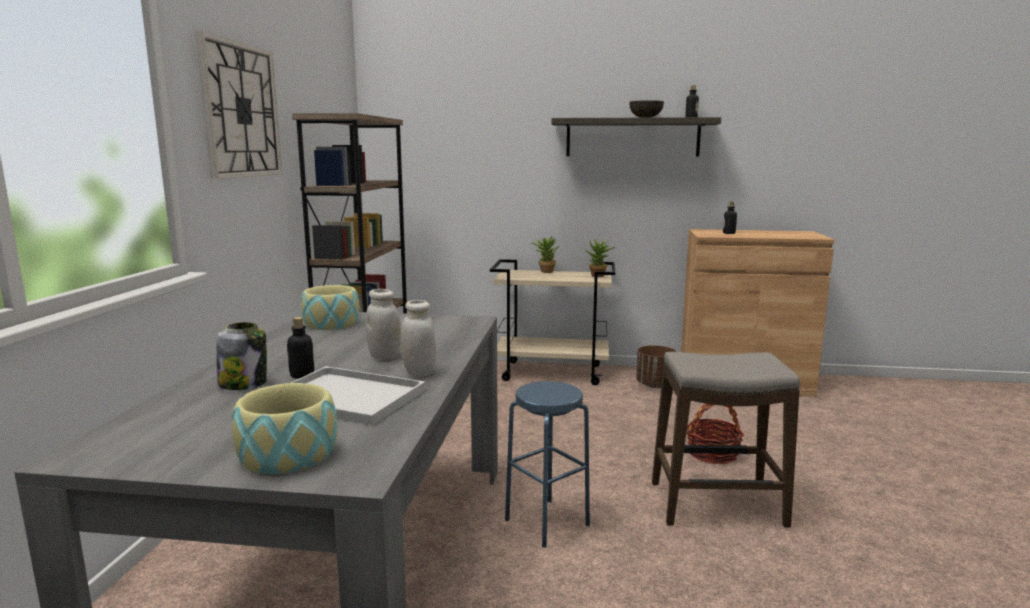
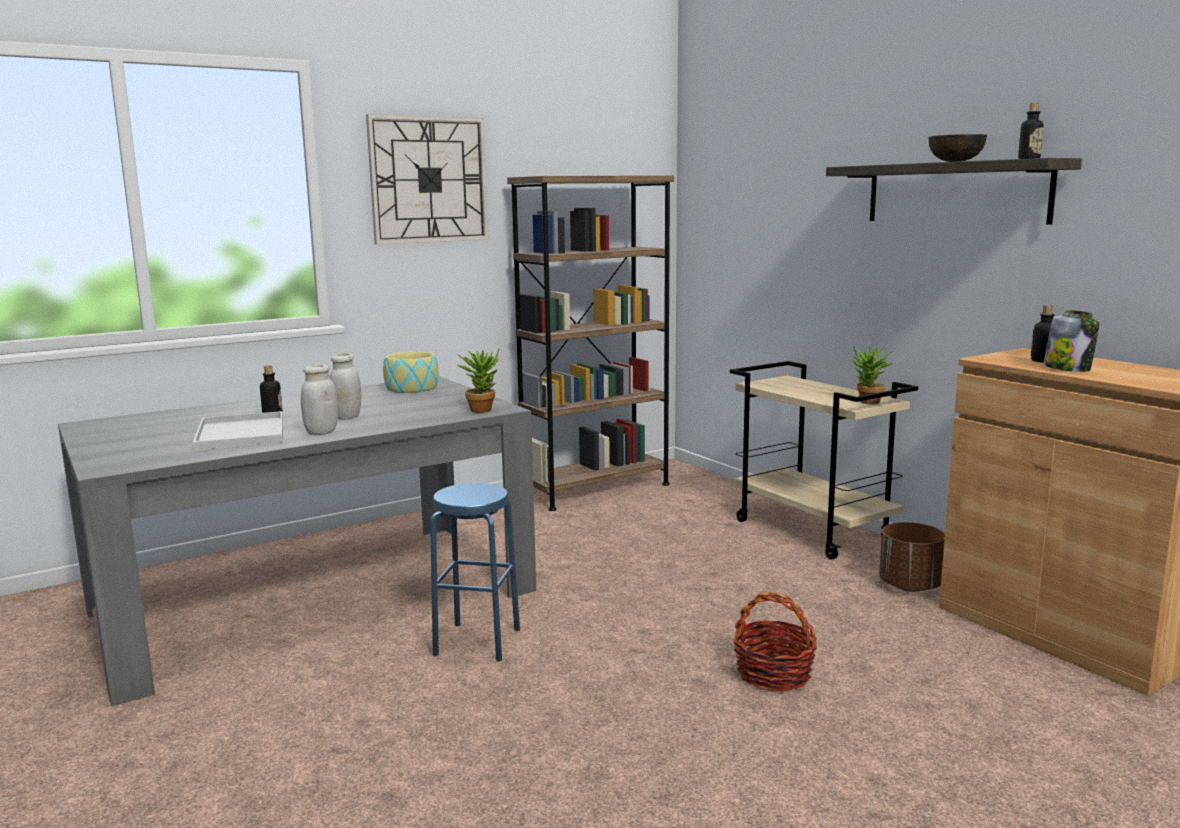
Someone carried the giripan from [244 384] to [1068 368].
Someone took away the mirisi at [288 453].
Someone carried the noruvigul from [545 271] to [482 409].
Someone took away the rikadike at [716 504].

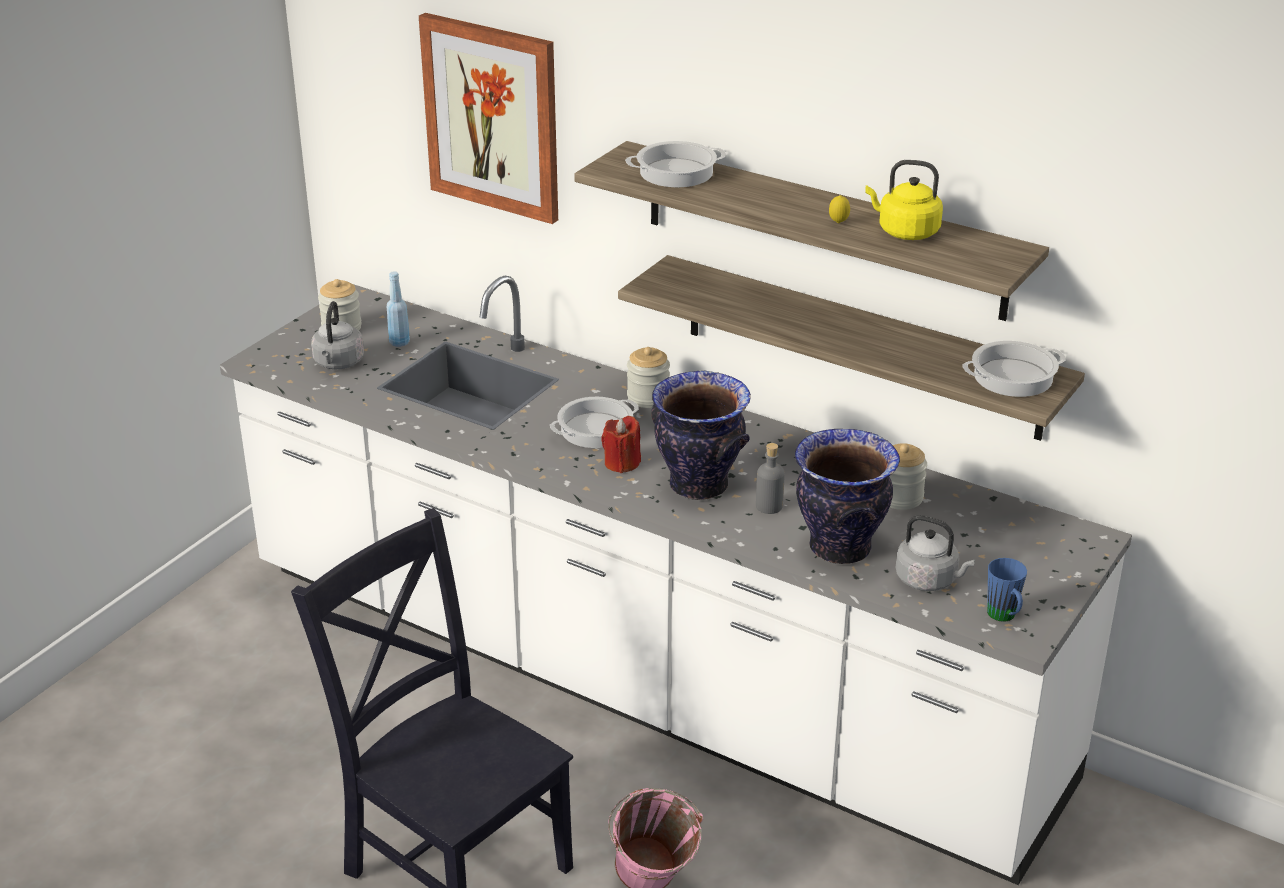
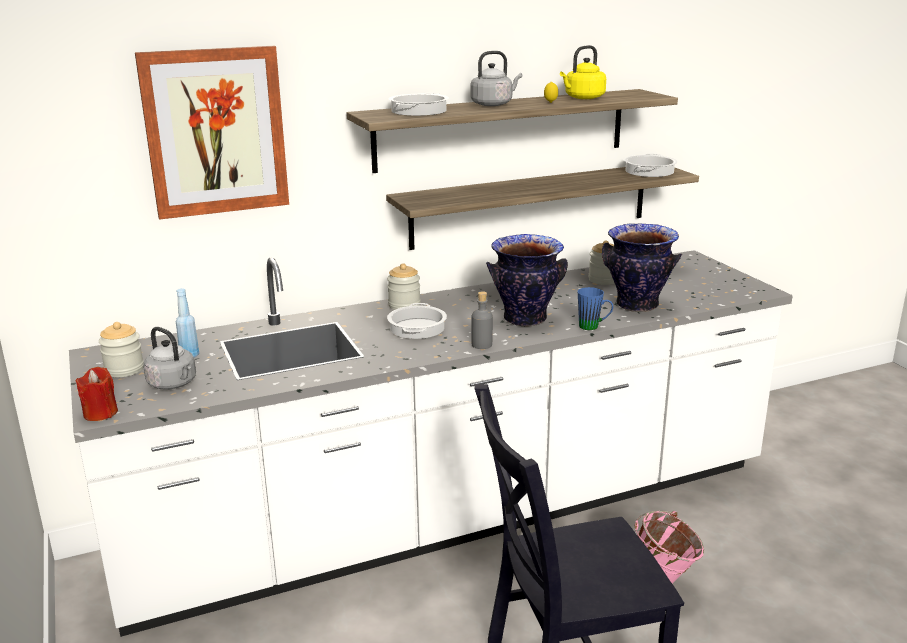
Someone carried the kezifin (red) from [622 463] to [100 413].
Someone carried the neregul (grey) from [769 506] to [481 345].
Someone carried the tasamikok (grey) from [929 580] to [493 104].
Someone carried the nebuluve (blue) from [1004 618] to [593 327].

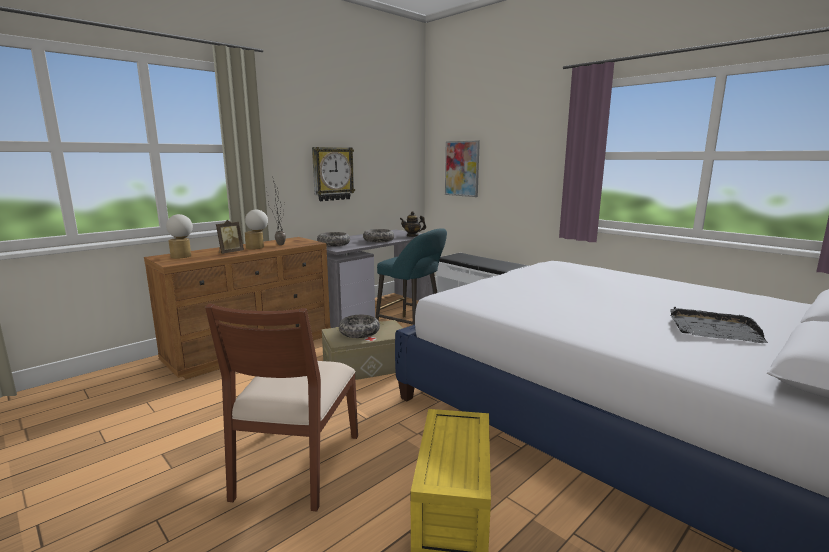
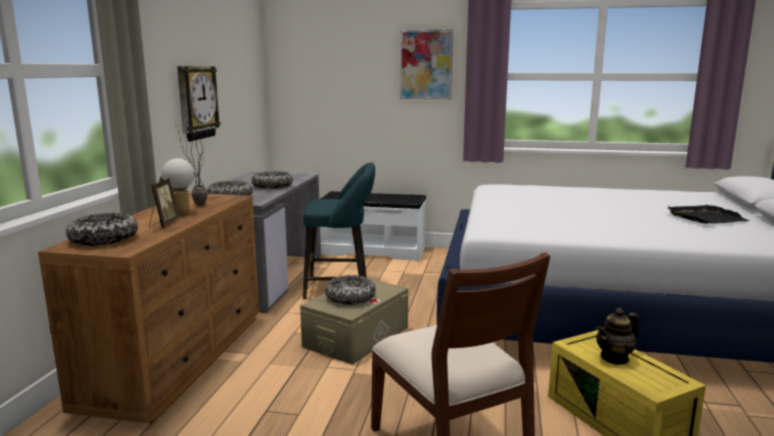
Someone swapped the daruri at [183 256] for the mirisi at [104 239].
Someone carried the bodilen from [412 235] to [615 358].
Someone carried the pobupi from [462 168] to [426 64].

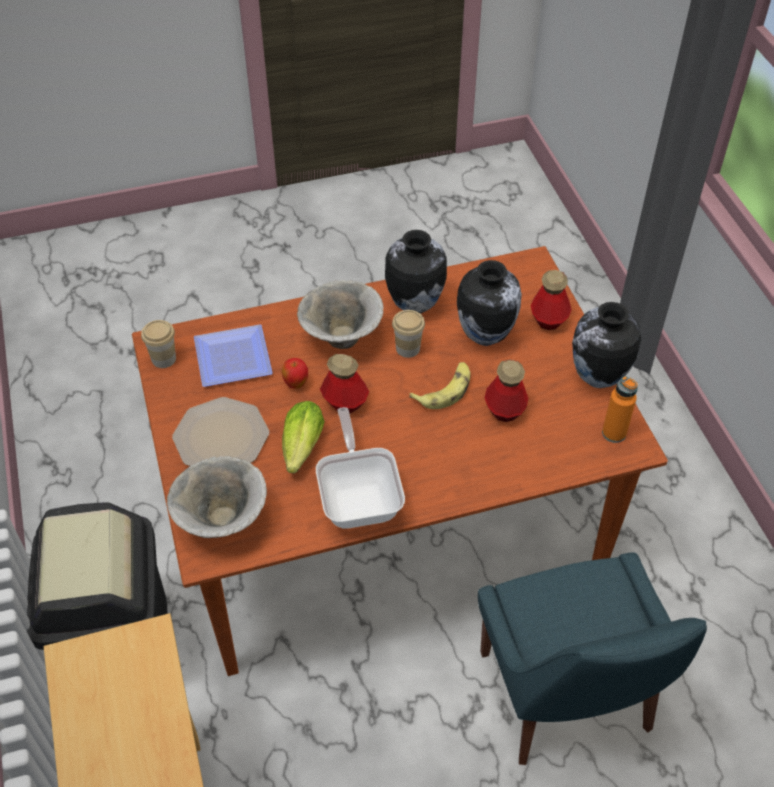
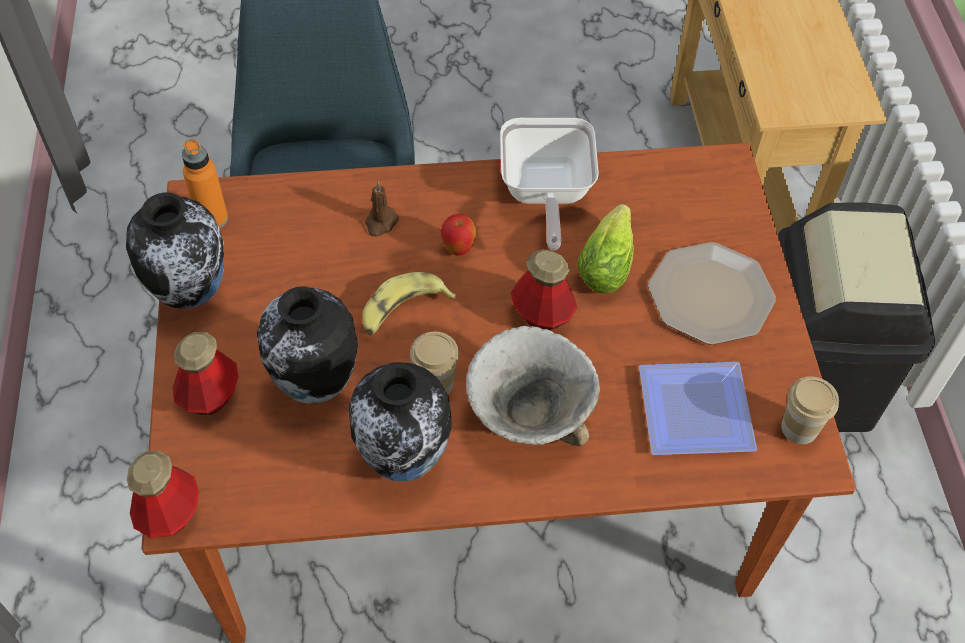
Someone took away the mirisi at [222 522].
Someone carried the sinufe from [296 384] to [458 249].
Someone carried the neregul from [504 410] to [170 514].
Someone put down the kezifin (brown) at [381 223].

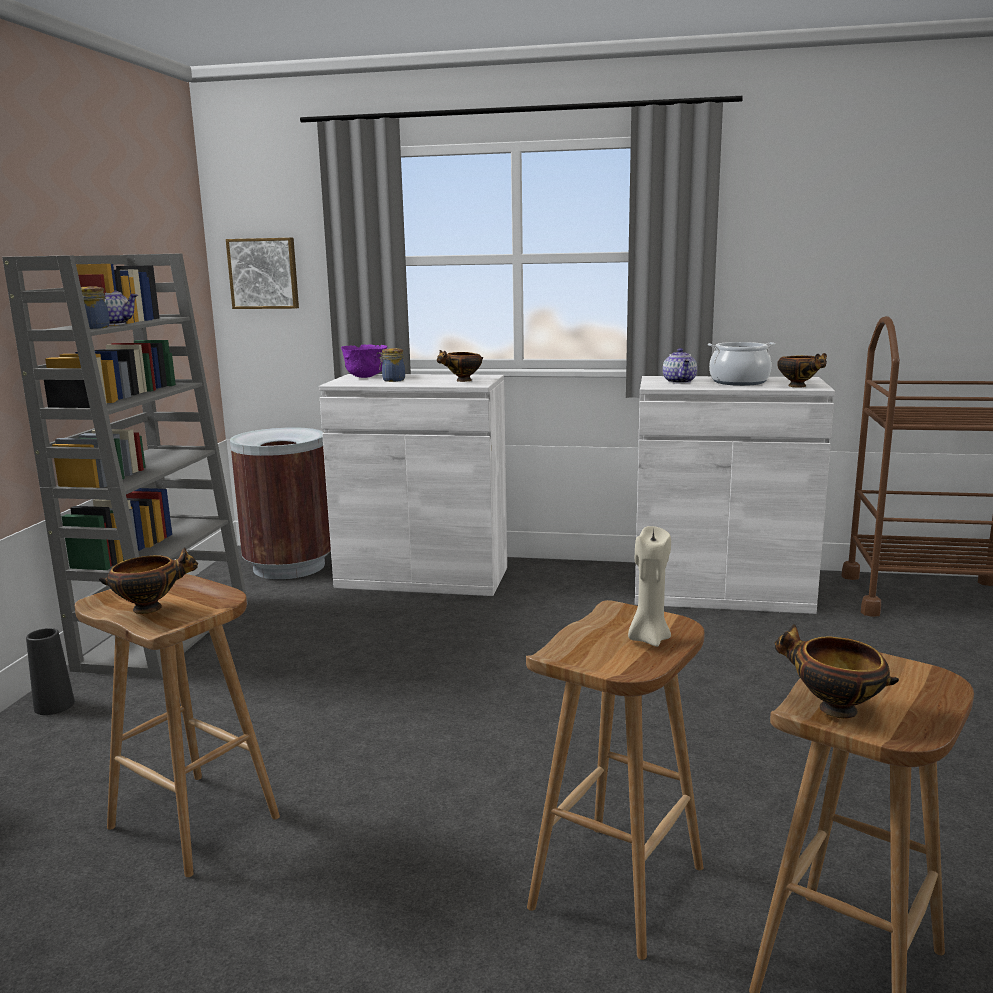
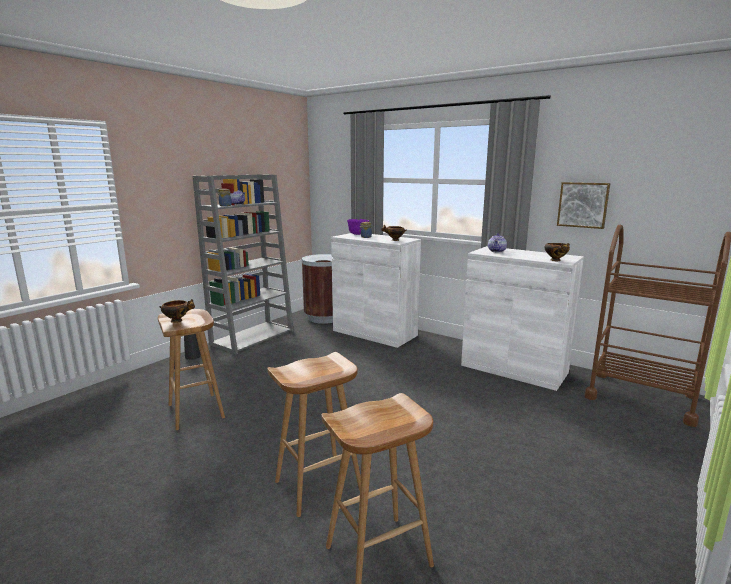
Someone carried the pobupi from [264 273] to [583 204].
Someone took away the kezifin (beige) at [648 639].
Someone took away the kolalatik at [739 382].
Someone took away the mirisi at [833 709].

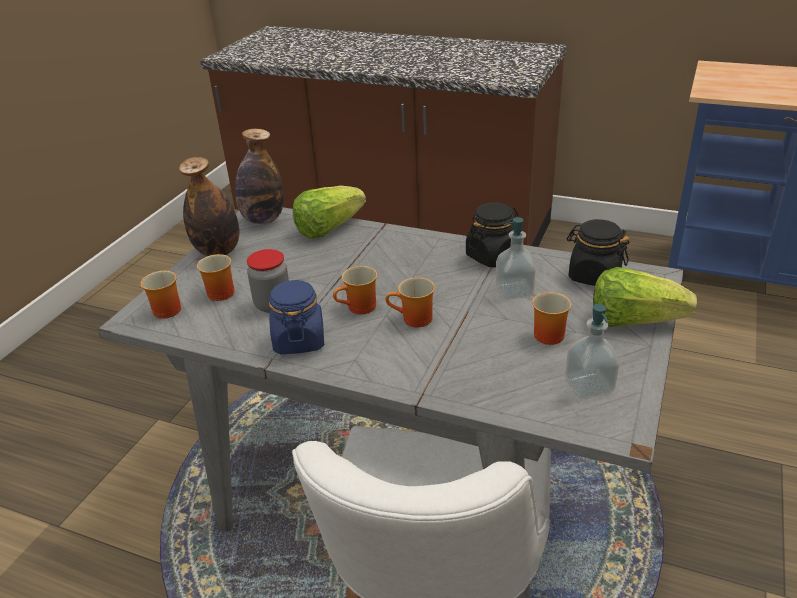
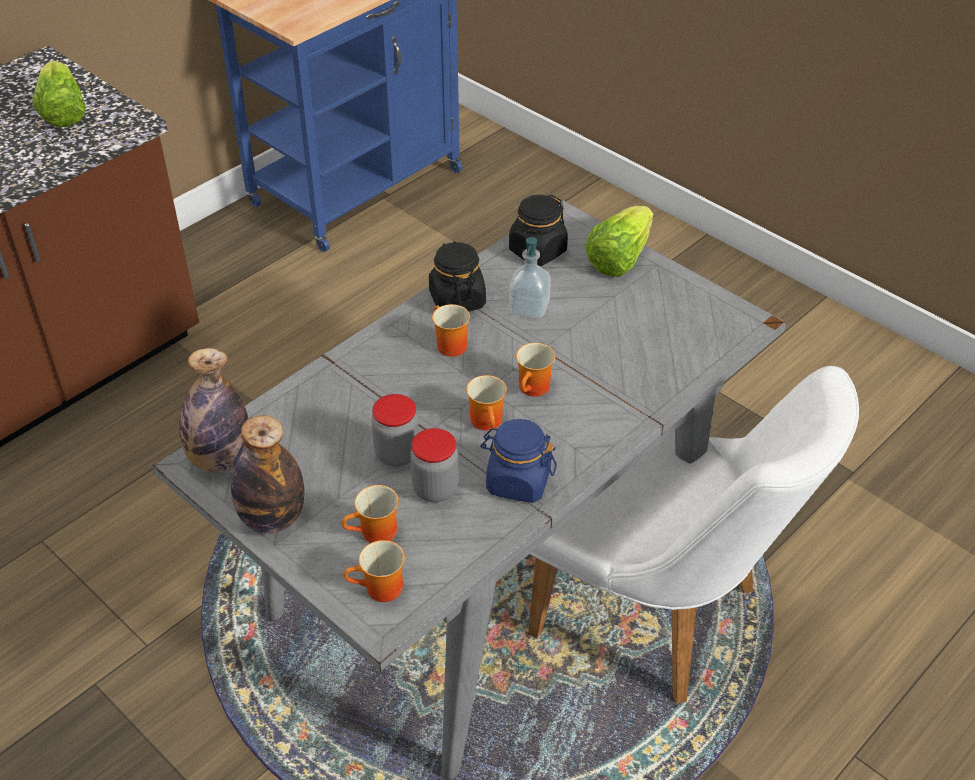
Someone carried the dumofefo from [328 228] to [63 112].
Someone carried the nebuluve from [548 333] to [448 345].
Someone took away the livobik at [589 386].
Someone put down the giripan at [397 454].

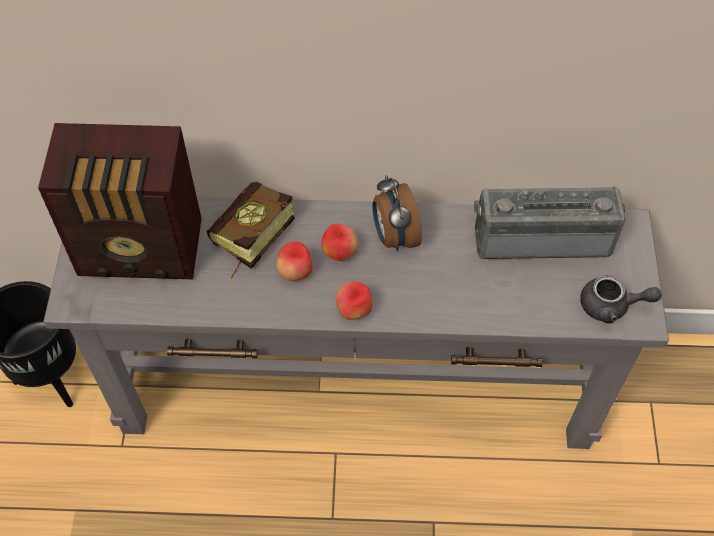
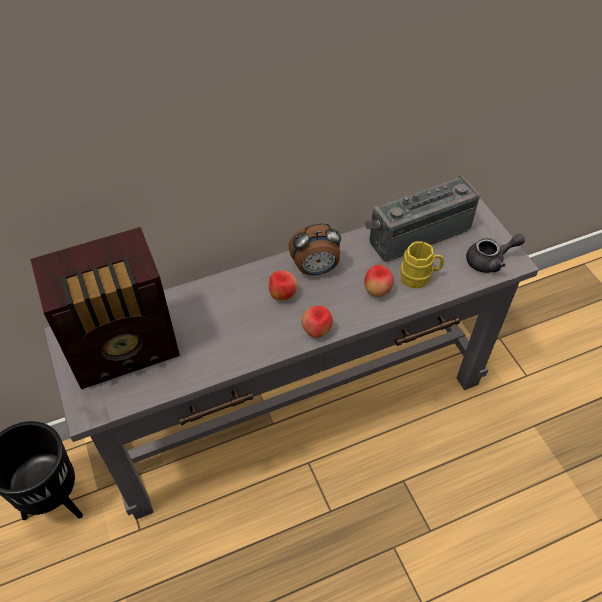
Someone took away the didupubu at [248 242].
Someone carried the sinufe from [295 273] to [377 291].
Someone rotated the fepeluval at [394 236] by 60 degrees counterclockwise.
Someone put down the nebuluve (yellow) at [419 277].

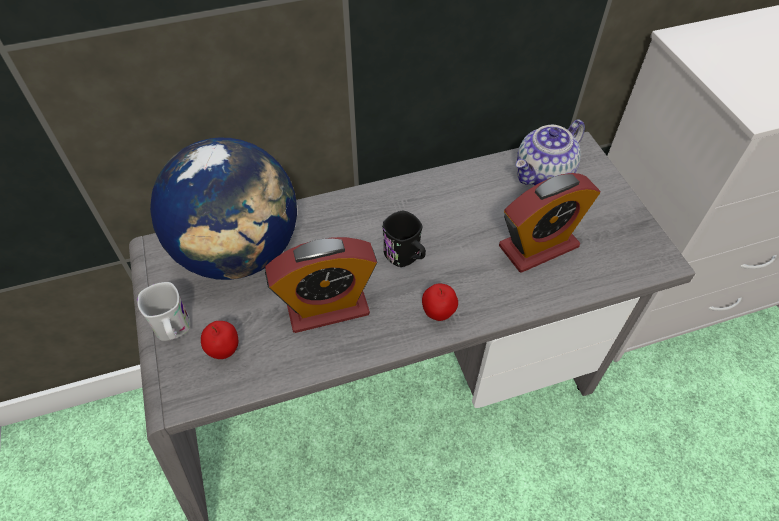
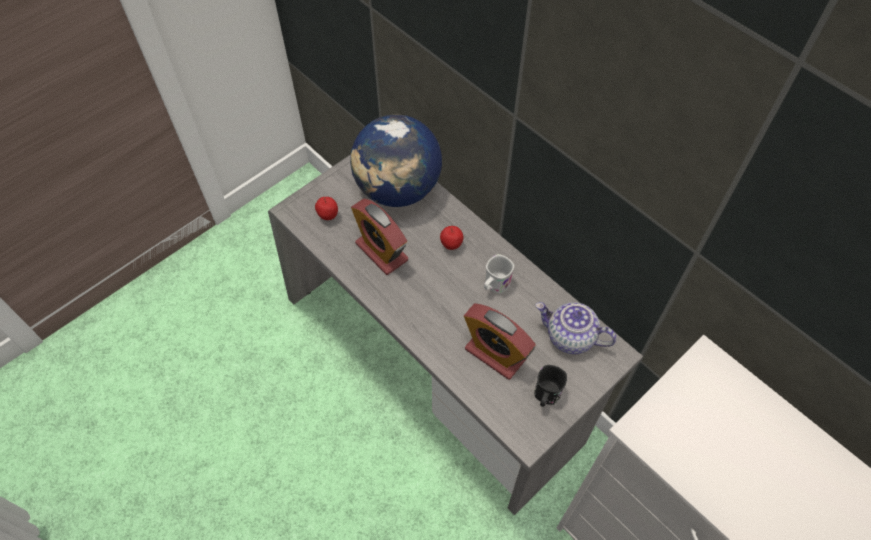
Someone carried the nebuluve (white) from [173 330] to [494 286].
Someone carried the nebuluve (black) from [406 257] to [546 396].
Someone carried the sinufe from [438 314] to [451 245].

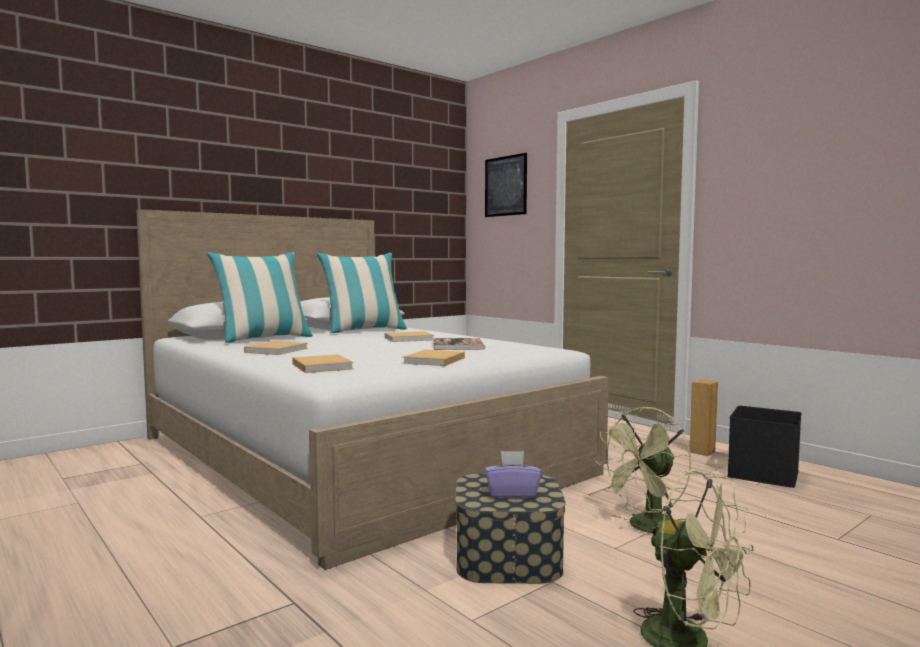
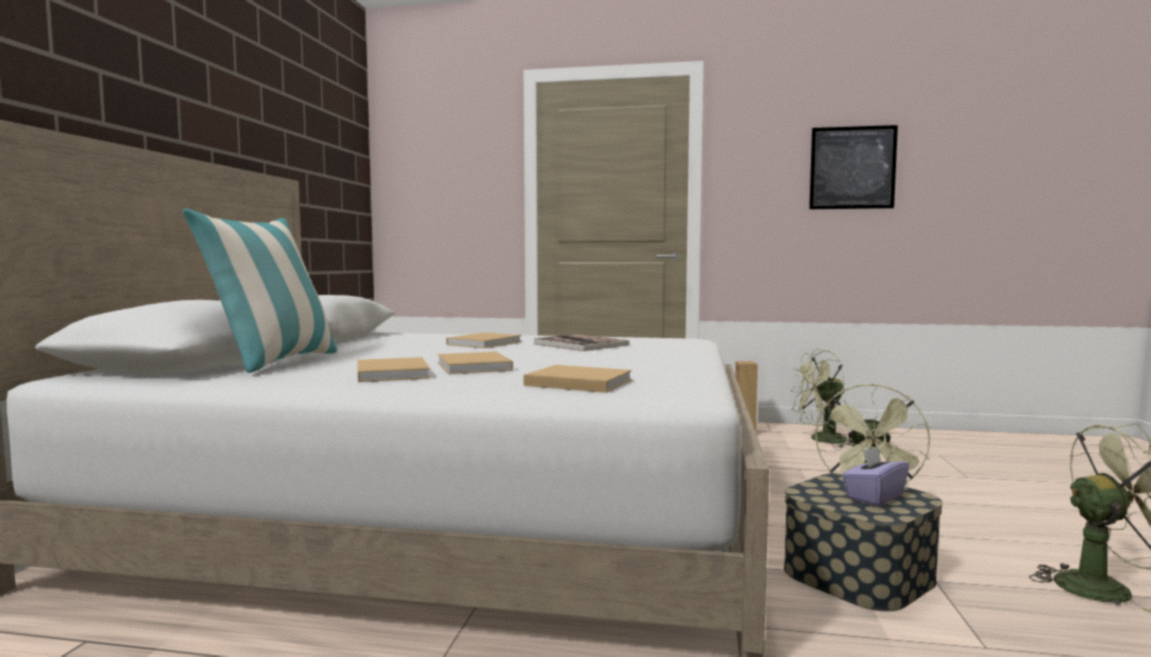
Someone took away the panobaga at [364 330].
Someone carried the didupubu (beige) from [433 361] to [474 367].
Someone carried the pobupi from [505 186] to [852 168].
Someone swapped the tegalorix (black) at [764 474] for the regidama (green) at [821 440].

